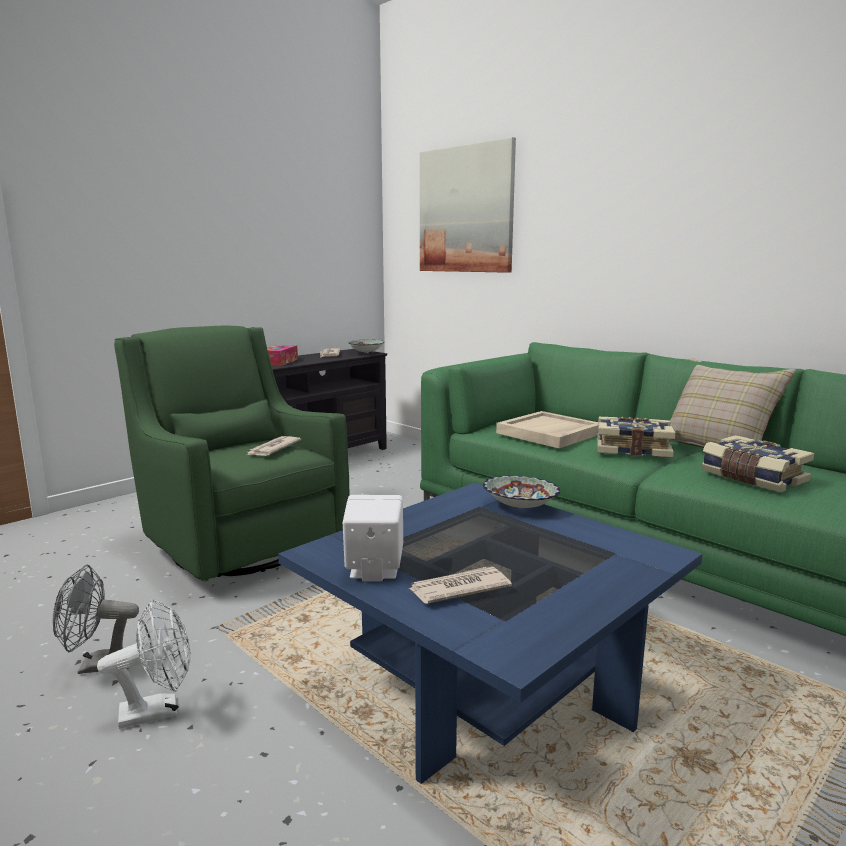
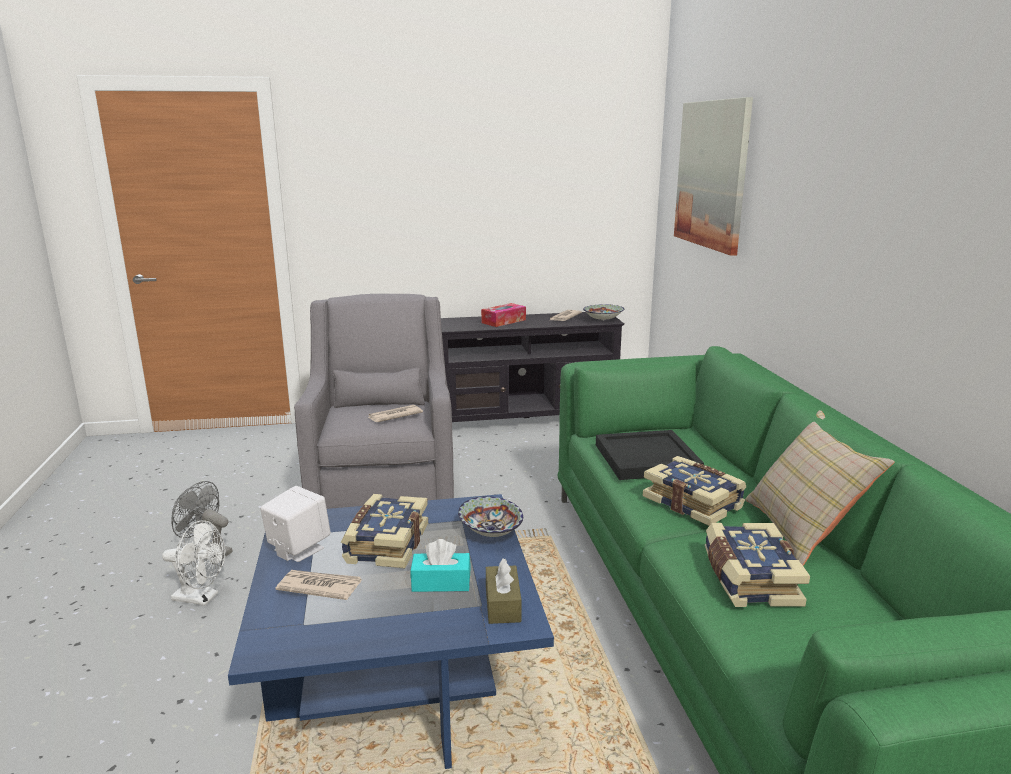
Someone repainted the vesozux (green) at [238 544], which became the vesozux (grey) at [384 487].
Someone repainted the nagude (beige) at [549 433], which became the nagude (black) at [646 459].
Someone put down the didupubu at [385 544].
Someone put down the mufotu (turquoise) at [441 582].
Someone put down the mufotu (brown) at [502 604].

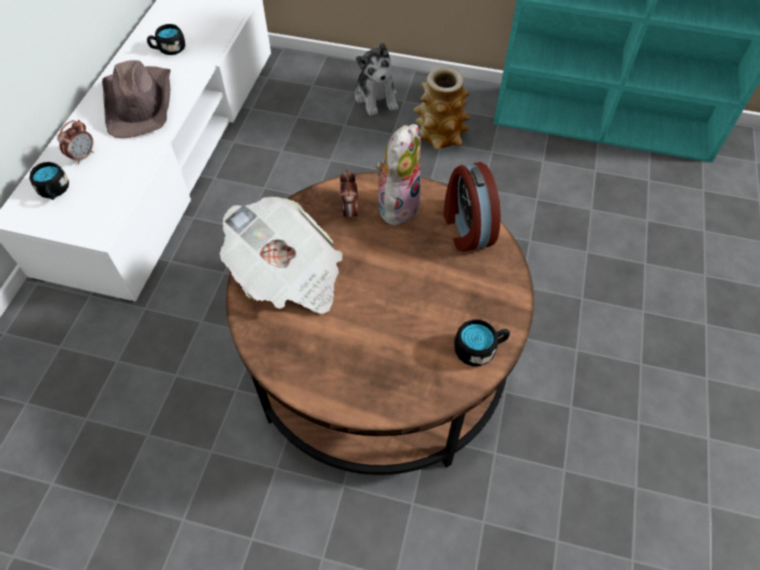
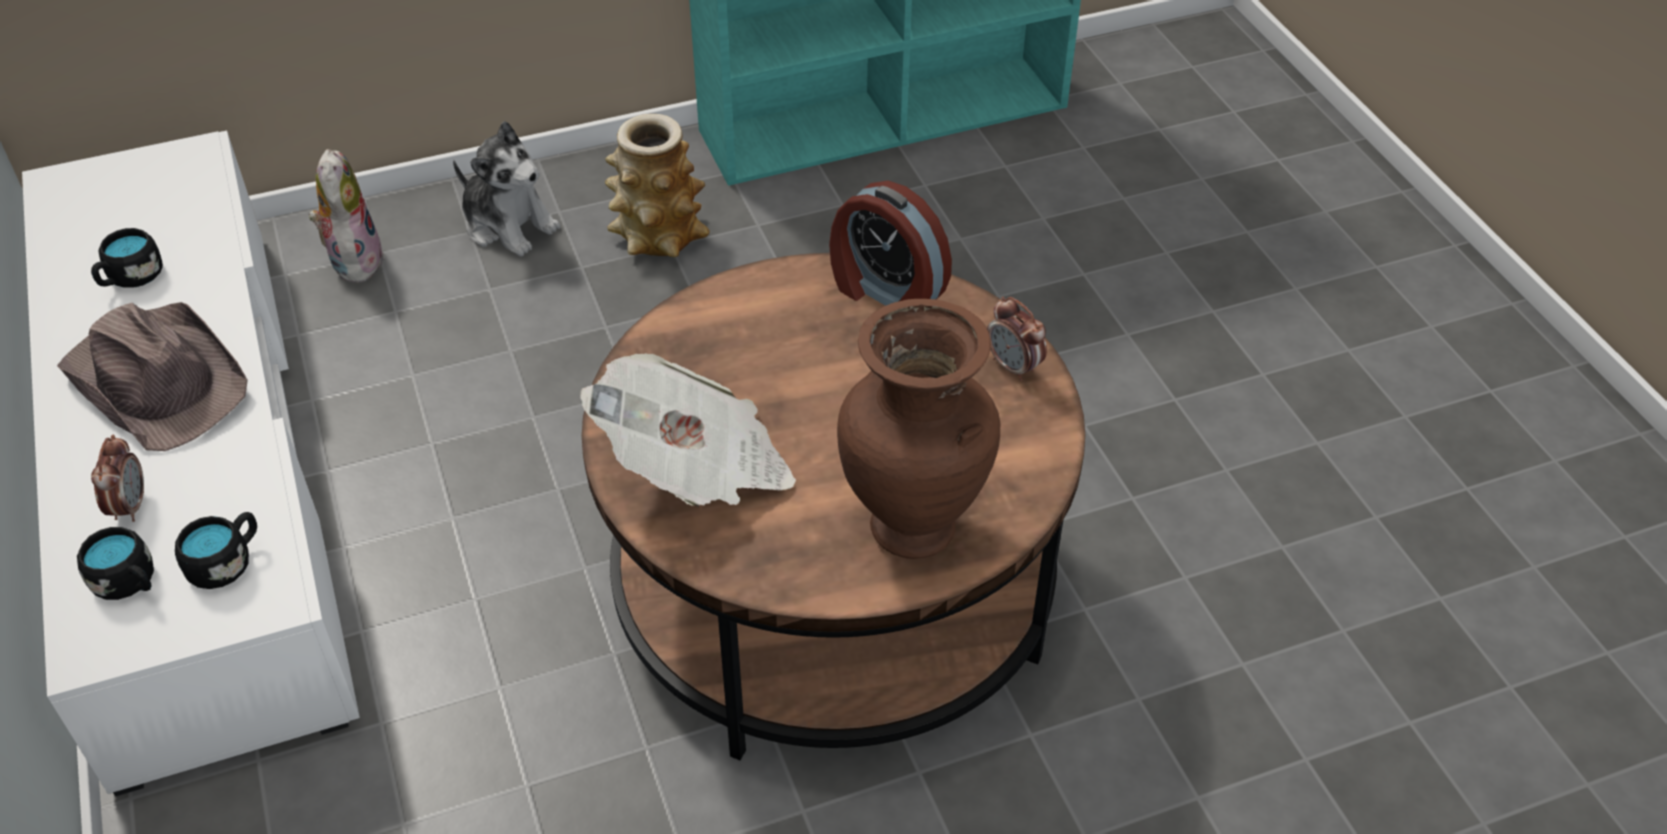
Someone carried the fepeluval from [350 211] to [1014 367].
Someone carried the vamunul from [397 204] to [354 260].
Someone carried the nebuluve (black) from [480 349] to [227 562].
Someone put down the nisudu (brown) at [914 527].

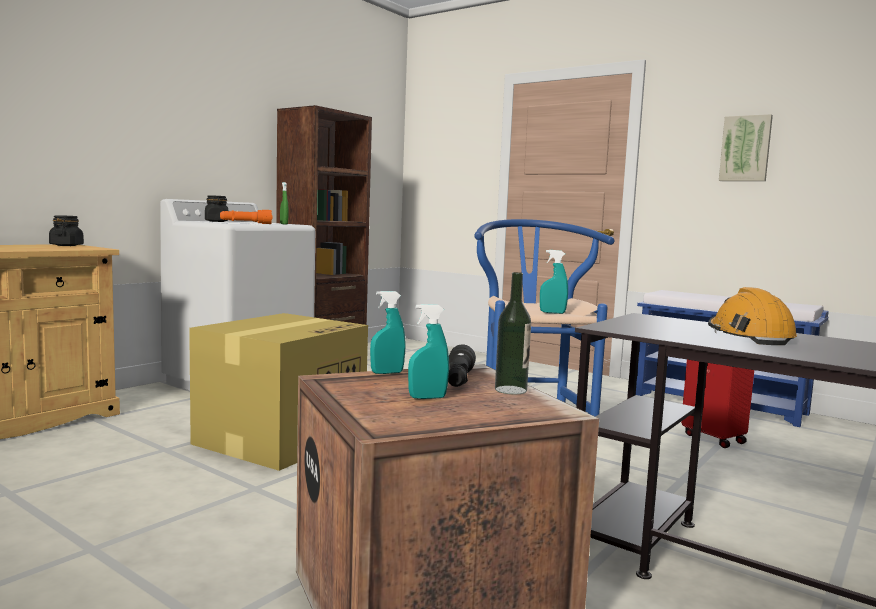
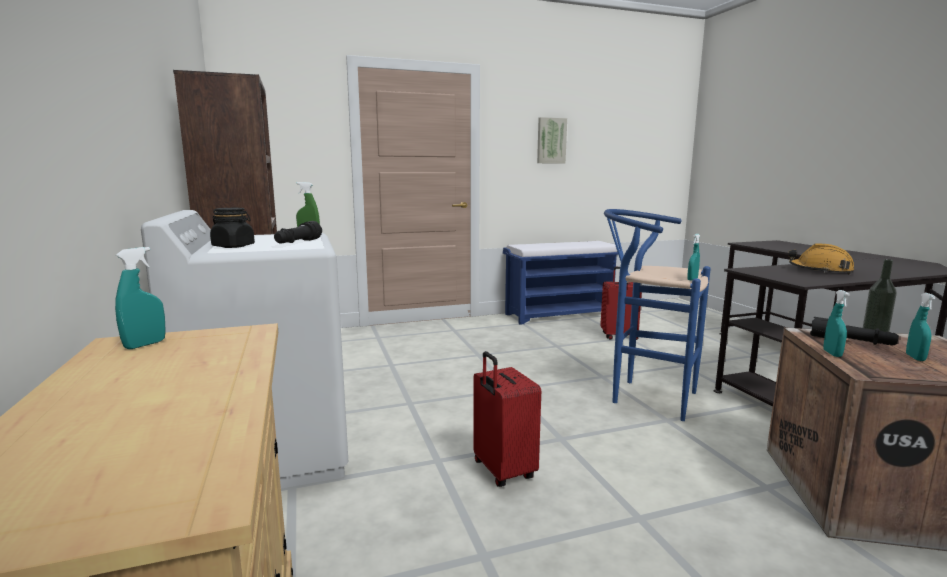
Someone swapped the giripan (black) at [66 245] for the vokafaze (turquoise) at [145 344].
Someone swapped the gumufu at [282 437] for the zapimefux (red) at [502 471].
Someone repainted the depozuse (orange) at [246 223], which became the depozuse (black) at [297 243].

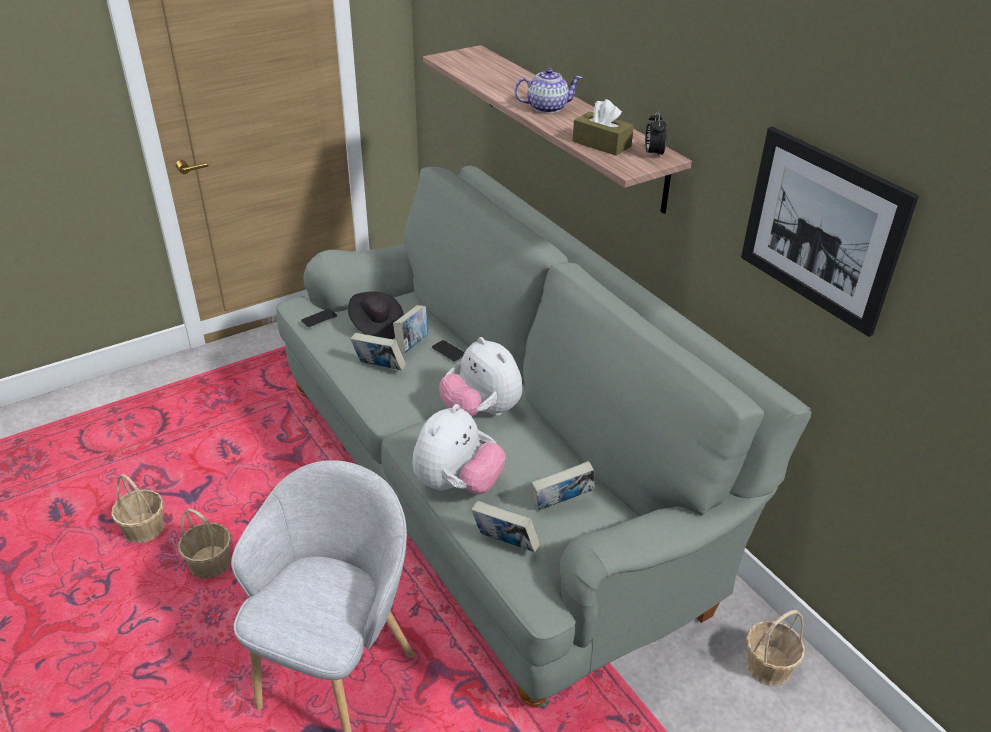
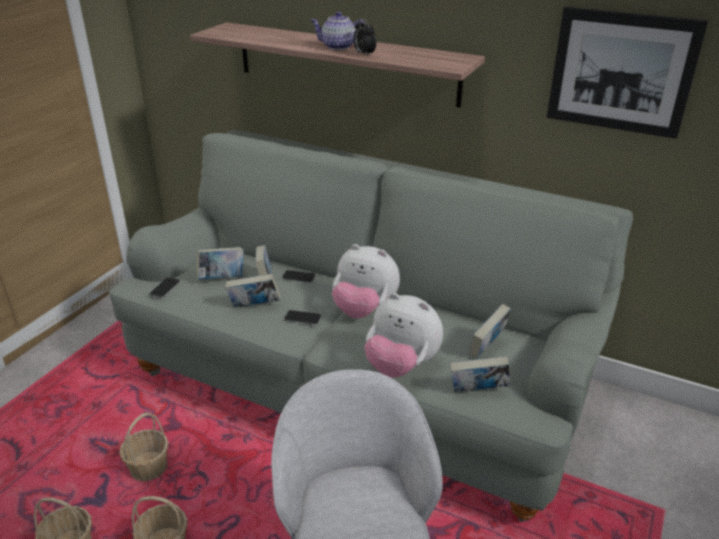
Someone swapped the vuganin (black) at [376 327] for the didupubu at [222 278].
Someone rotated the vamunul at [457 484] by 120 degrees clockwise.
Someone rotated the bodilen at [546 108] by 135 degrees counterclockwise.
Someone took away the mufotu (brown) at [601 144].
Someone carried the fepeluval from [653 154] to [364 54].
Someone carried the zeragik from [767 666] to [148 468].
Someone put down the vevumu at [302 318].

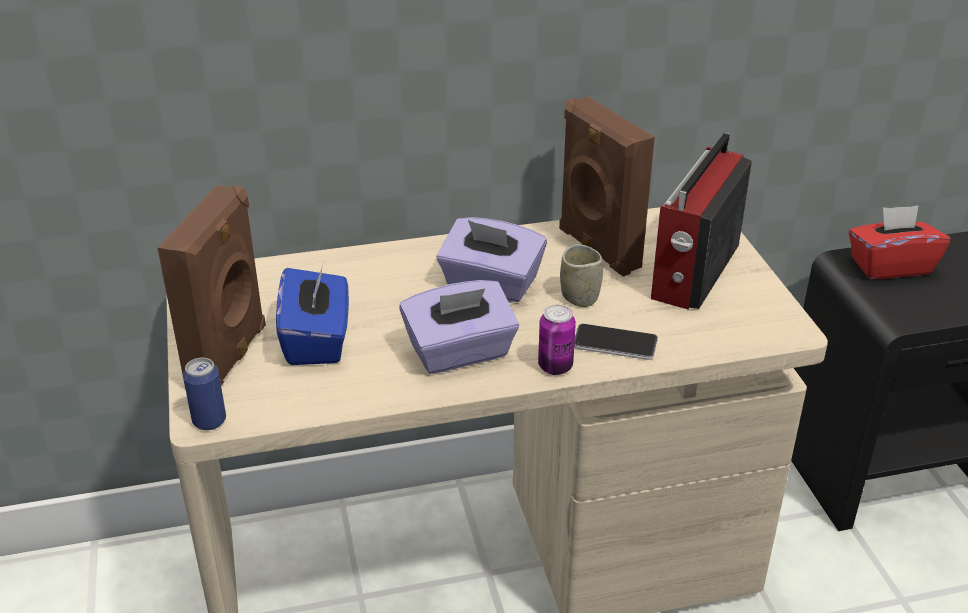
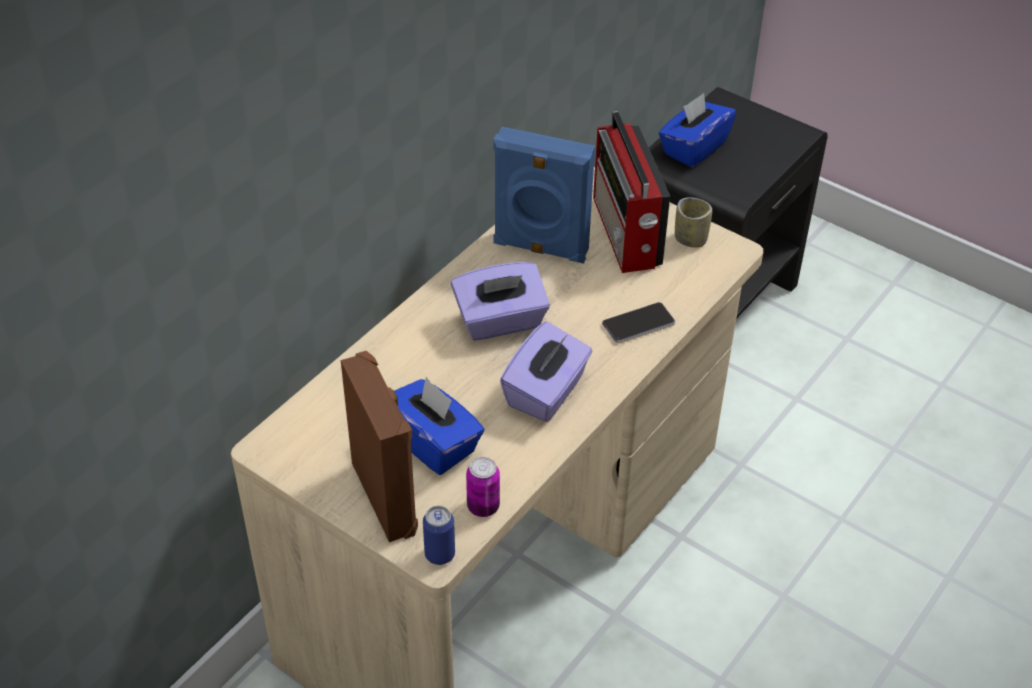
Someone carried the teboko from [555 367] to [483 507].
Someone repainted the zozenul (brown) at [596 249], which became the zozenul (blue) at [540 248].
Someone carried the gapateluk from [580 297] to [690 239].
Someone repainted the mufotu (red) at [890 266], which became the mufotu (blue) at [694 148].

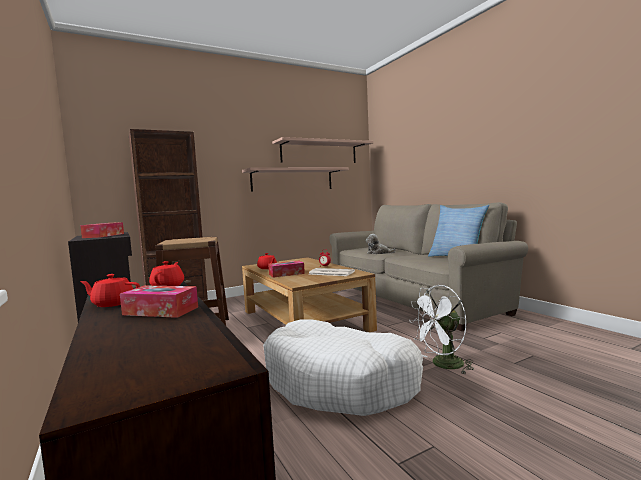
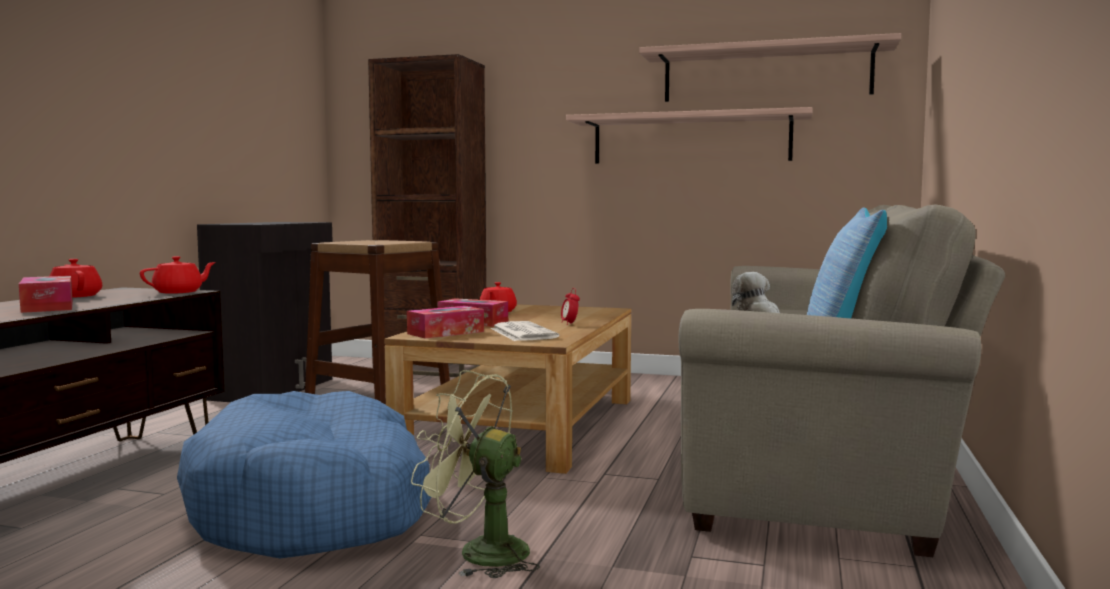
Someone carried the mufotu from [103 236] to [445 332].
Someone repainted the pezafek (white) at [341 382], which became the pezafek (blue) at [313 507].
Someone repainted the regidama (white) at [443 365], which became the regidama (green) at [479 552].

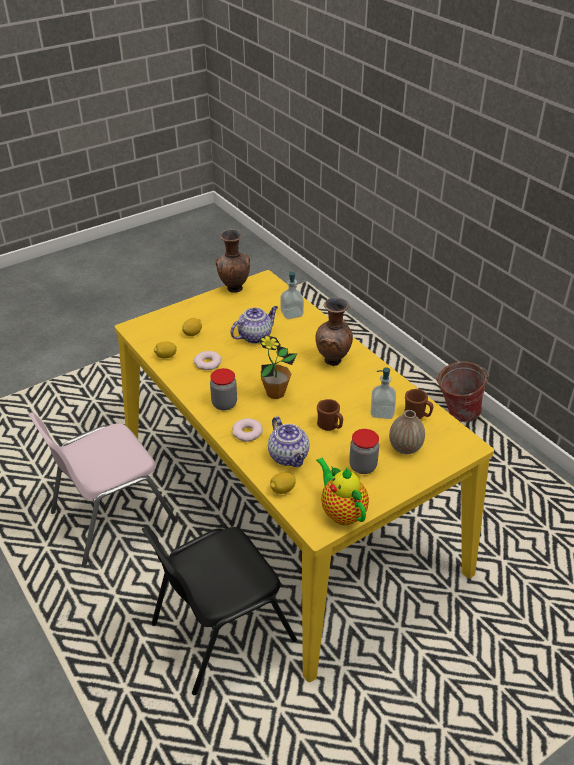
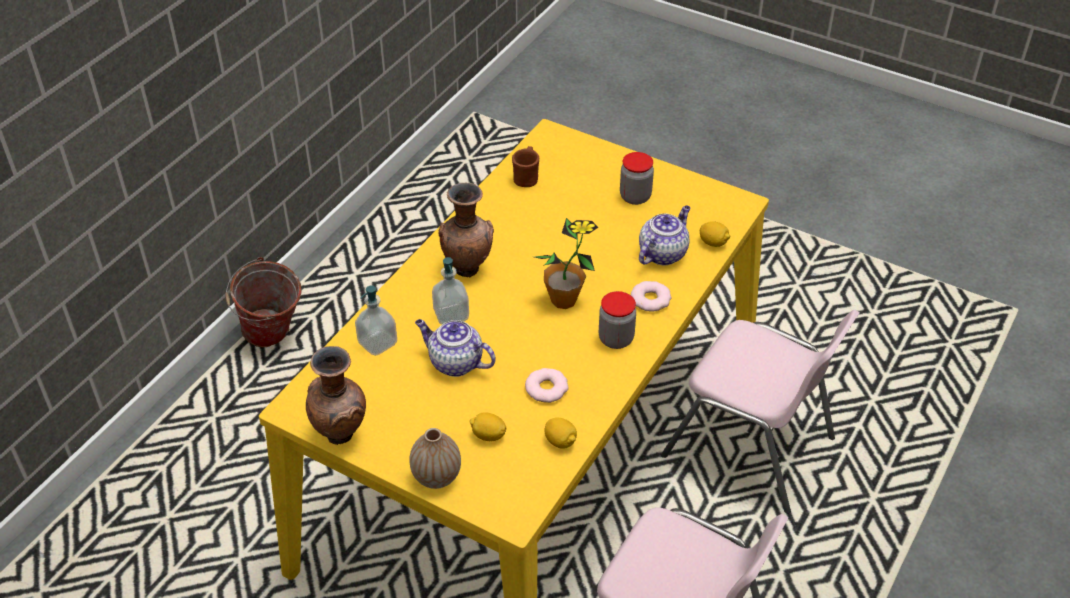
Someone repainted the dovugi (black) at [220 631], which became the dovugi (pink) at [751 448].
Someone took away the bodilen at [341 511].
Someone took away the nebuluve (brown) at [330 426].
Someone carried the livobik from [382 412] to [451 315].
Someone carried the nisudu from [405 448] to [436 477].

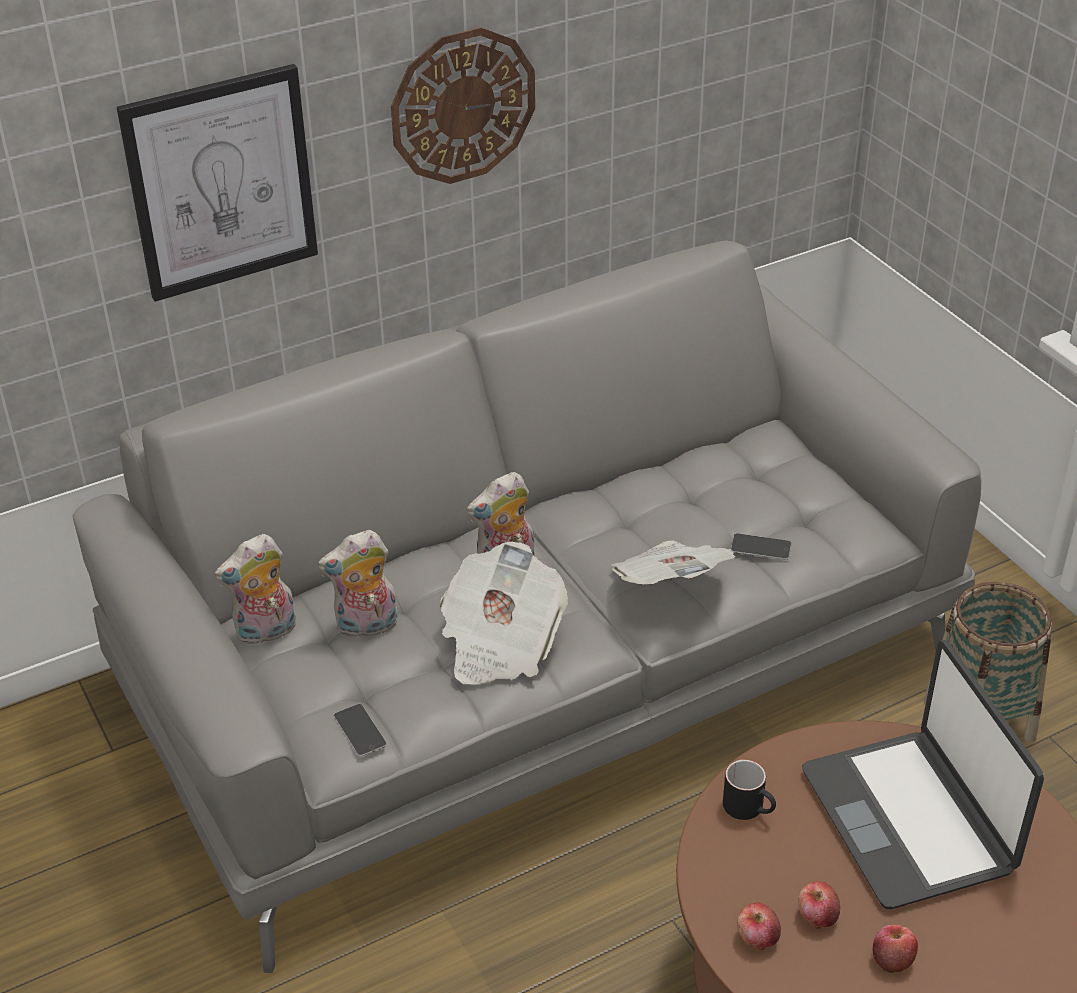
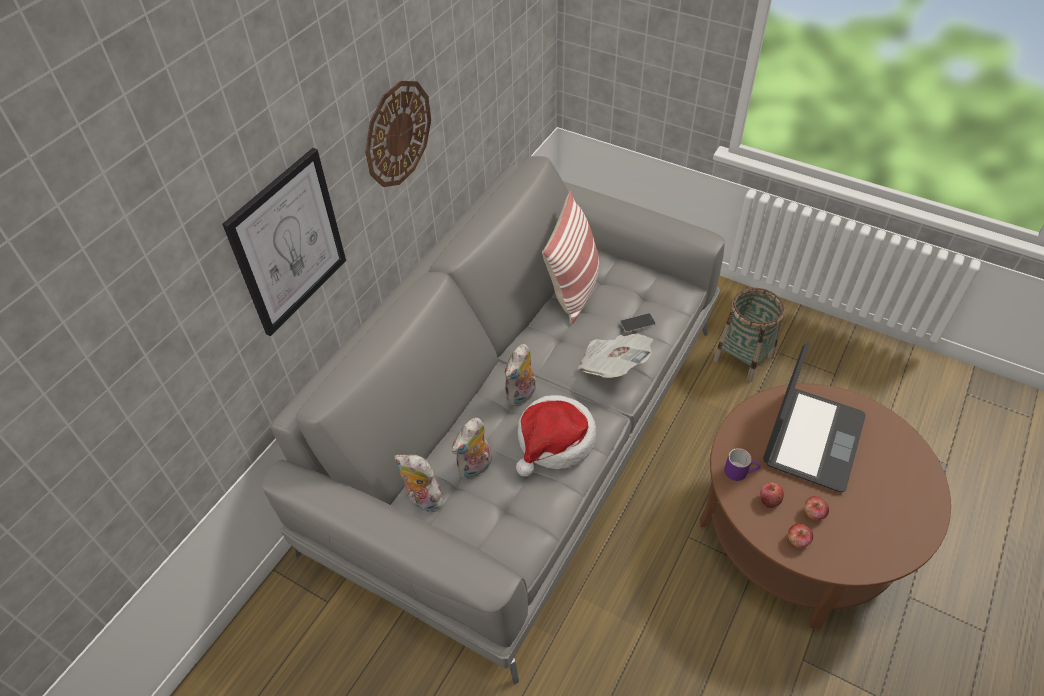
Someone rotated the vamunul at [265 632] by 90 degrees clockwise.
Someone took away the vevumu at [360 730].
Someone swapped the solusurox at [500 642] for the vuganin at [554 441].
Someone repainted the nebuluve (black) at [750 808], which became the nebuluve (purple) at [740 471].
Someone rotated the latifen at [909 820] by 105 degrees counterclockwise.
Someone carried the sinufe from [892 958] to [769 500].
Someone put down the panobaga at [573 289].

